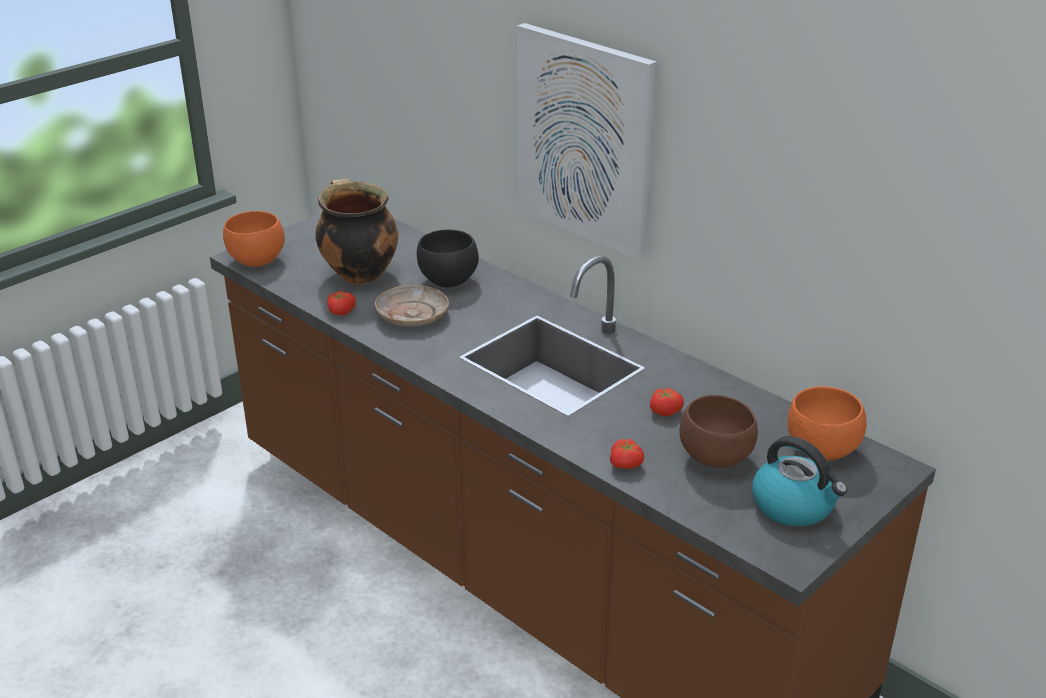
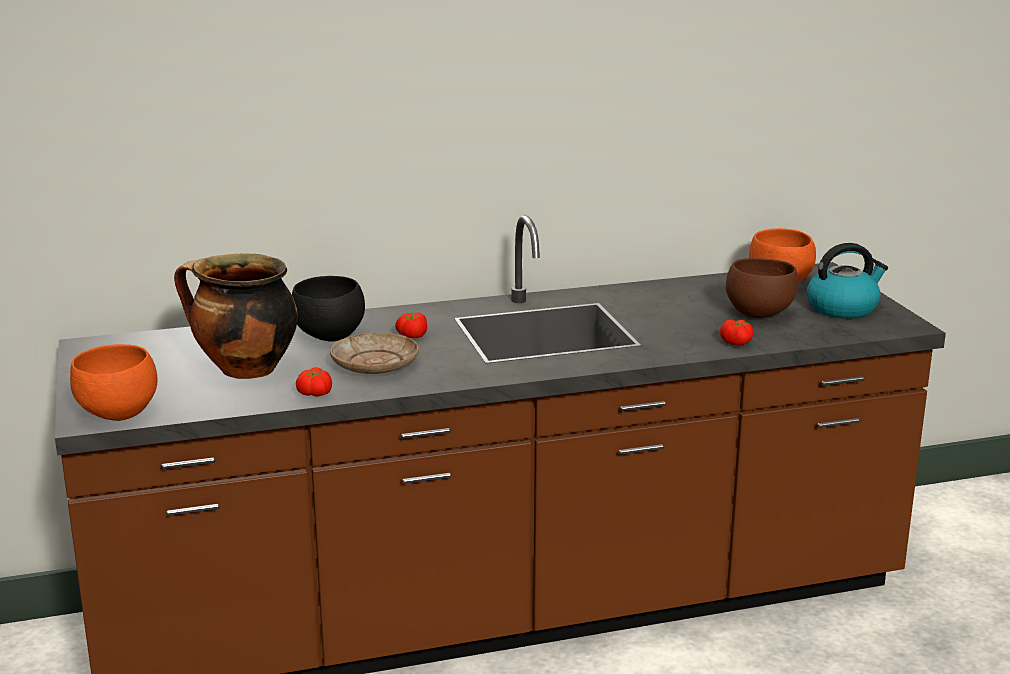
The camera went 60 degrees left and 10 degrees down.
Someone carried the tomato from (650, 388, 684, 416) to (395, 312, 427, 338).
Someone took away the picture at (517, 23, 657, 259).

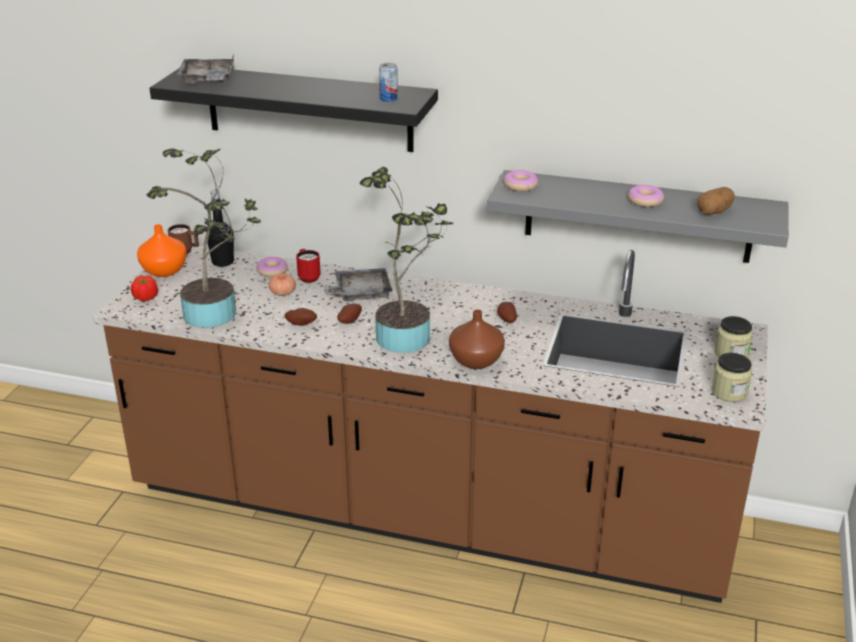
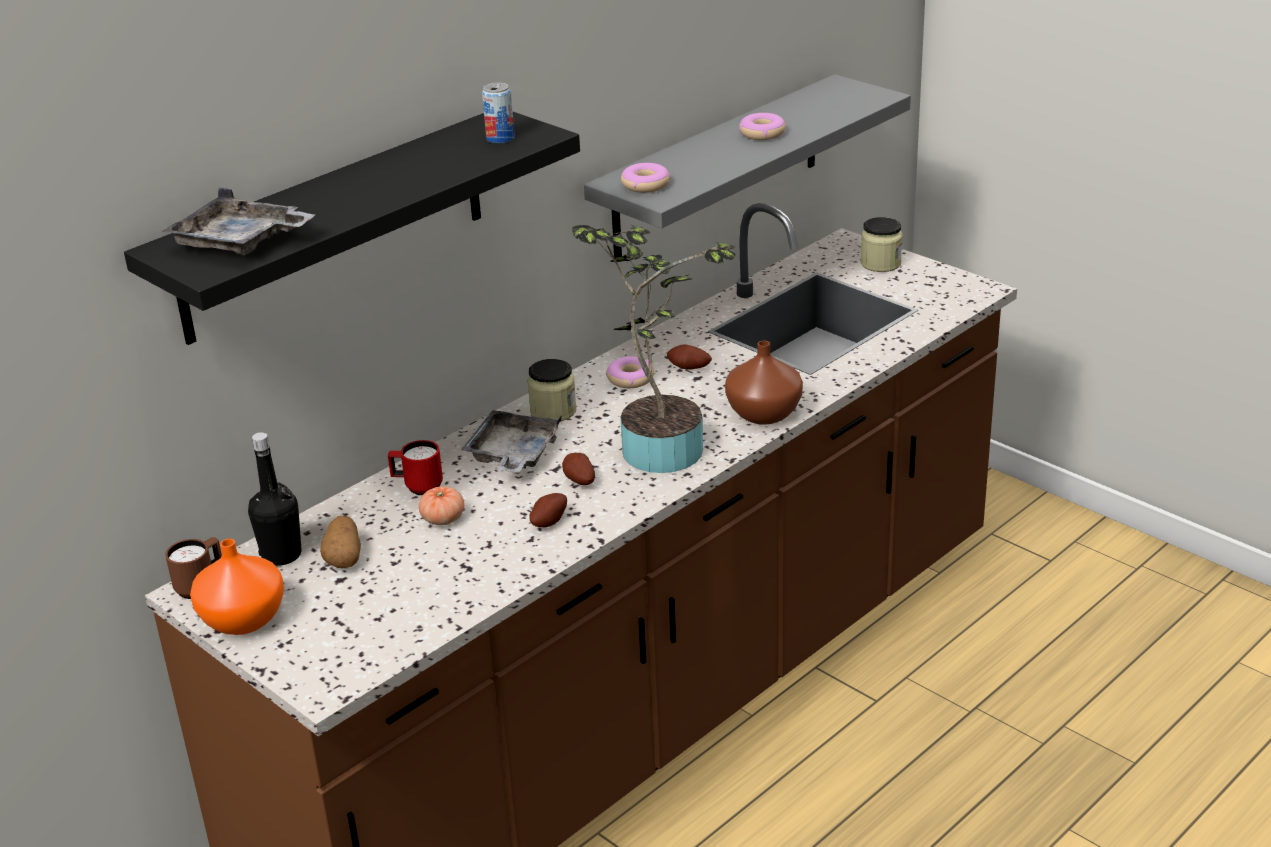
The camera went 60 degrees left and 0 degrees up.
Someone carried the potato from (697, 187, 734, 215) to (320, 516, 361, 568).
Someone carried the jar from (712, 353, 752, 402) to (528, 359, 576, 421).
Someone carried the donut from (256, 257, 288, 277) to (606, 356, 654, 388).
Someone took away the tomato at (131, 275, 158, 302).
Someone took away the potted plant at (147, 148, 261, 328).

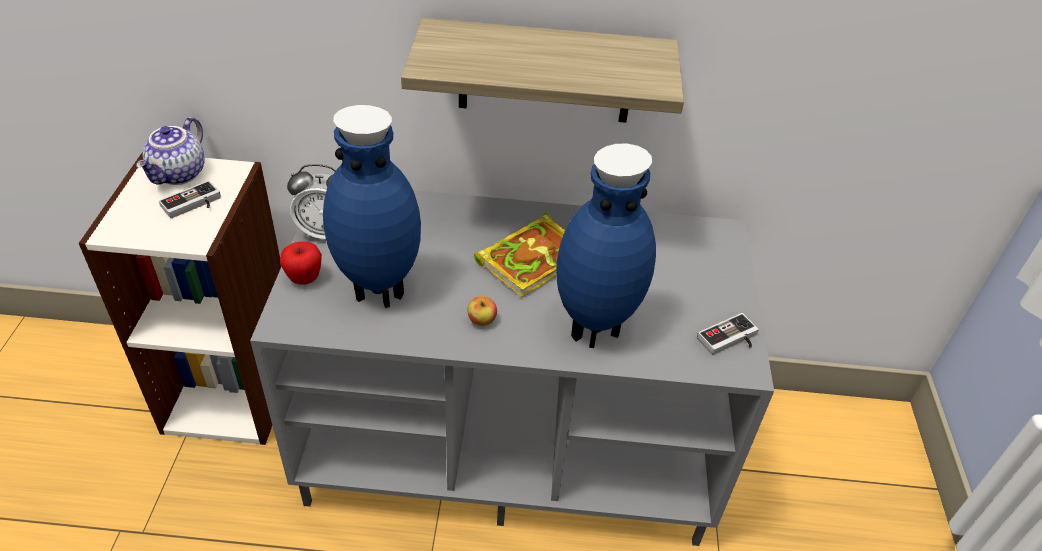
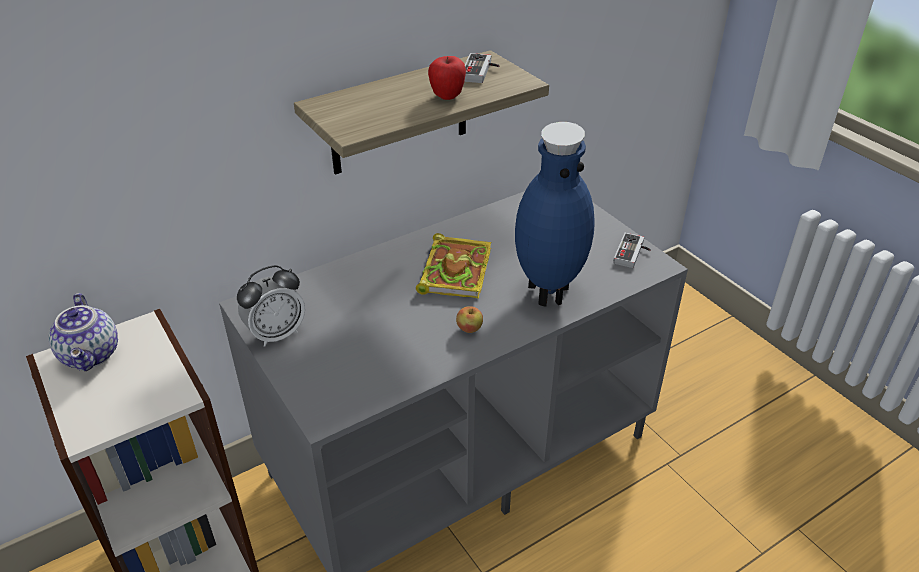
The camera went 35 degrees left and 5 degrees down.
Someone carried the apple from (280, 241, 322, 285) to (428, 56, 466, 100).
Someone carried the game controller from (159, 181, 221, 218) to (464, 53, 499, 83).
Someone took away the vase (blue) at (323, 105, 421, 308).

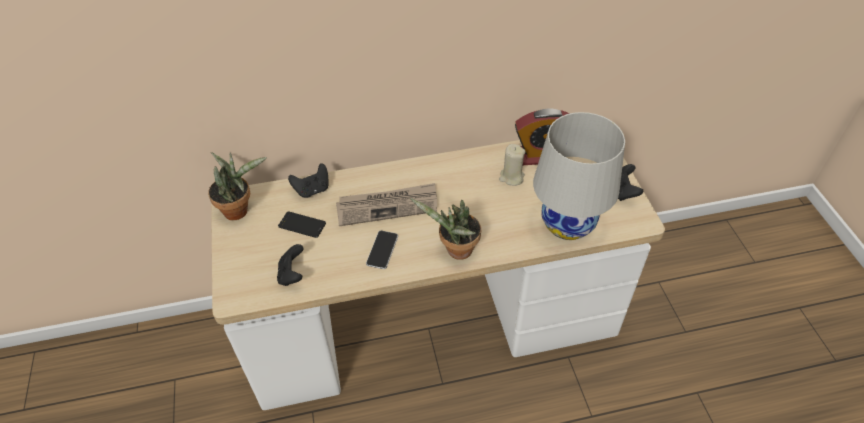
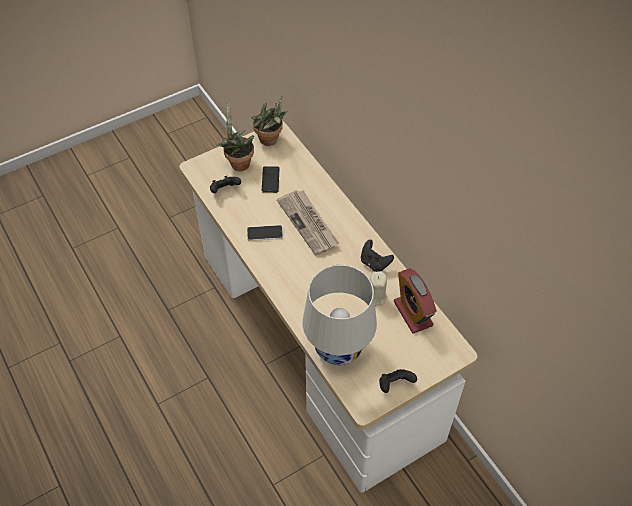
The camera went 70 degrees right and 5 degrees up.
Someone carried the potted plant from (410, 198, 481, 260) to (216, 101, 254, 171).
Someone carried the game controller (black) from (288, 163, 329, 198) to (361, 240, 394, 272).

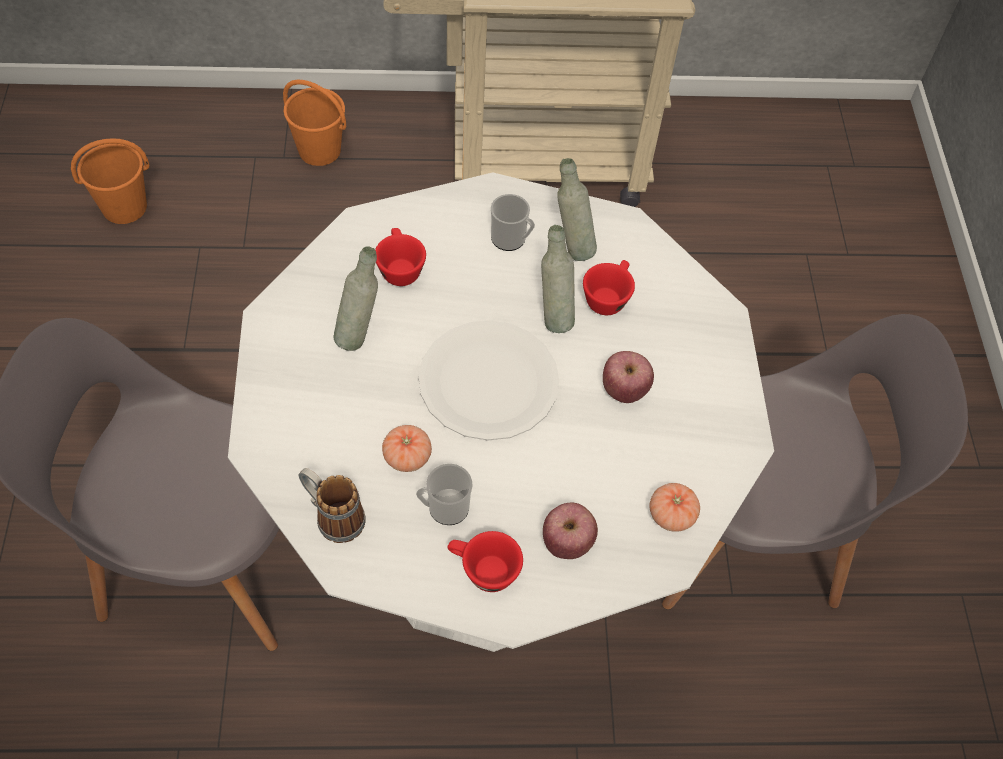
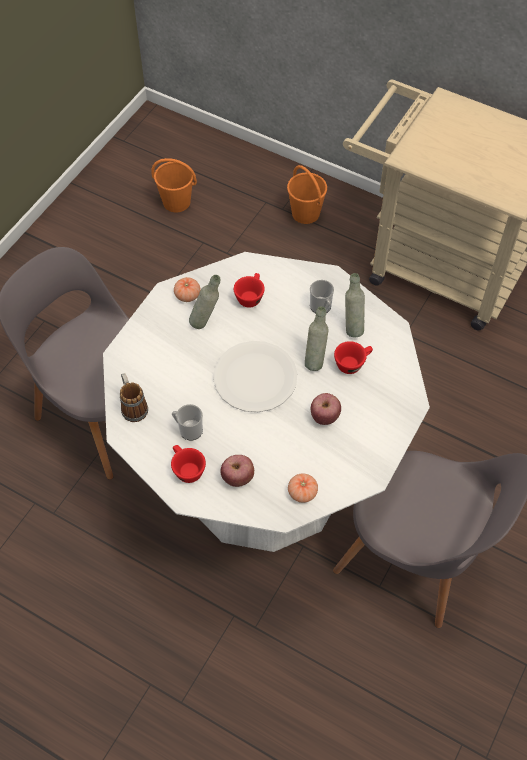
The camera went 35 degrees right and 0 degrees up.
Someone carried the tomato from (382, 425, 432, 472) to (174, 277, 201, 302).

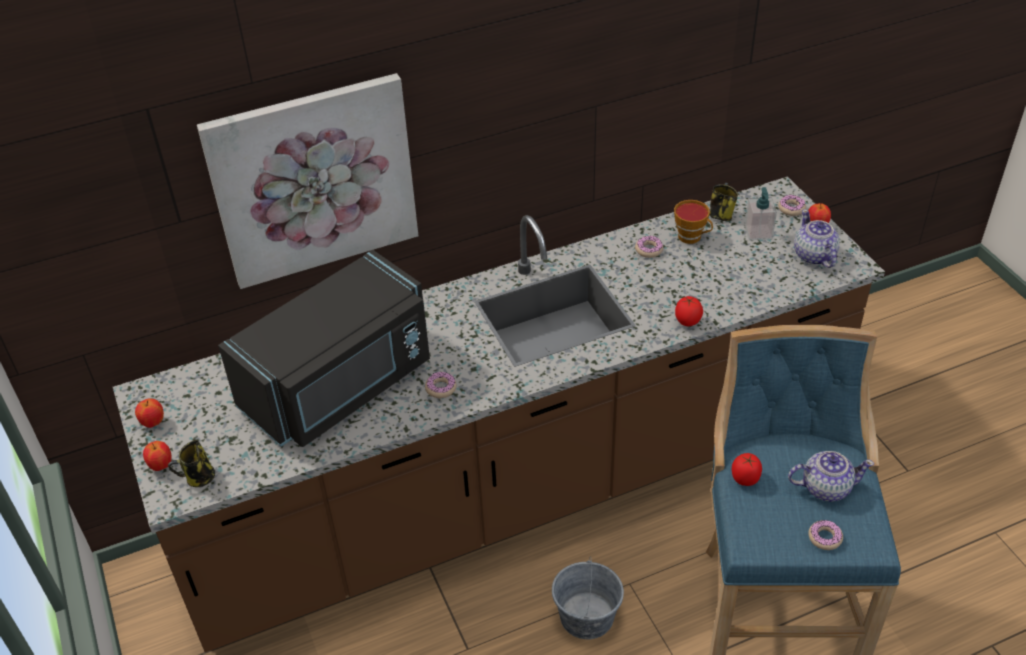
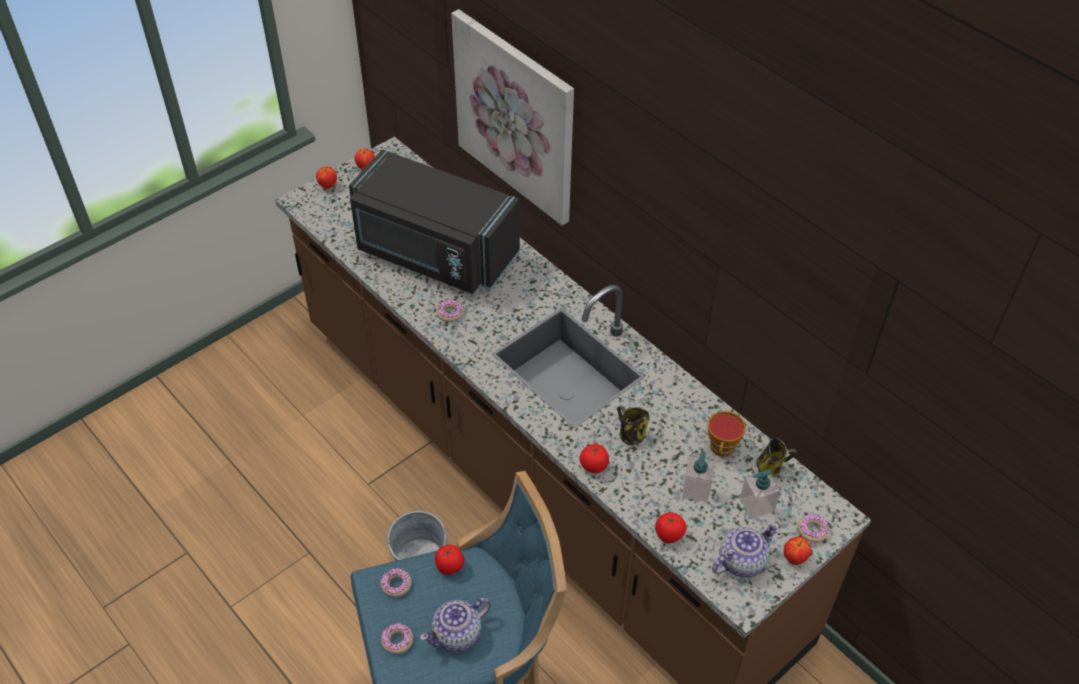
The camera went 70 degrees right and 5 degrees up.
Someone carried the donut from (635, 236, 663, 258) to (380, 568, 412, 597).
Someone rotated the teapot at (788, 451, 874, 502) by 75 degrees clockwise.
Someone carried the mug from (168, 440, 215, 487) to (617, 406, 650, 445).
Someone put down the tomato at (655, 512, 687, 544).
Someone put down the soap dispenser at (682, 451, 715, 502).

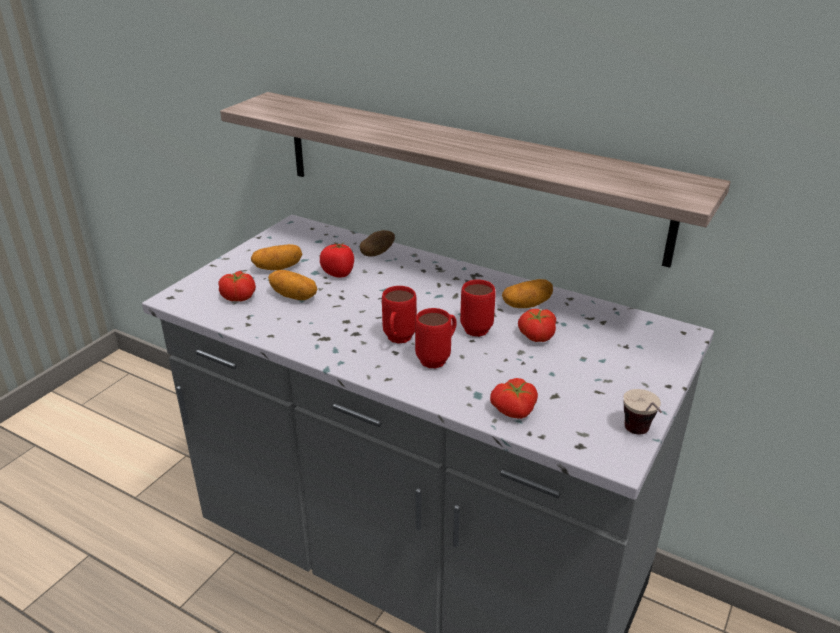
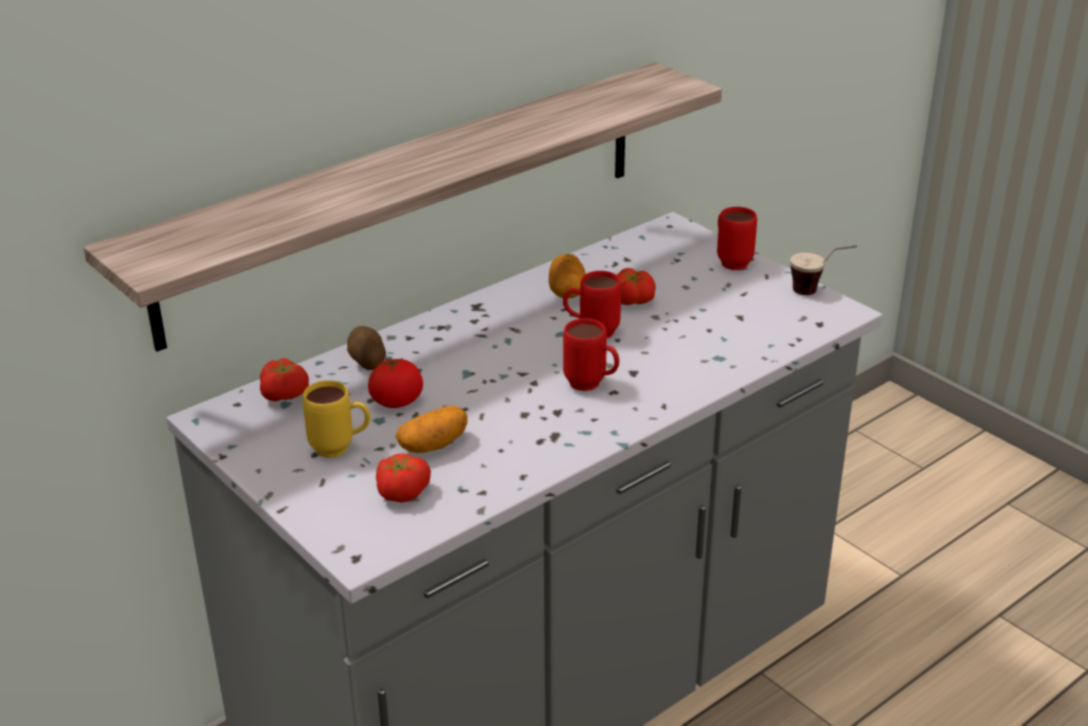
The camera went 70 degrees left and 0 degrees up.
Someone carried the tomato from (490, 378, 538, 419) to (260, 358, 309, 401).
Someone swapped the potato at (251, 244, 302, 270) for the mug (yellow) at (303, 380, 370, 458).
Someone carried the mug (red) from (415, 308, 457, 368) to (717, 207, 757, 270).

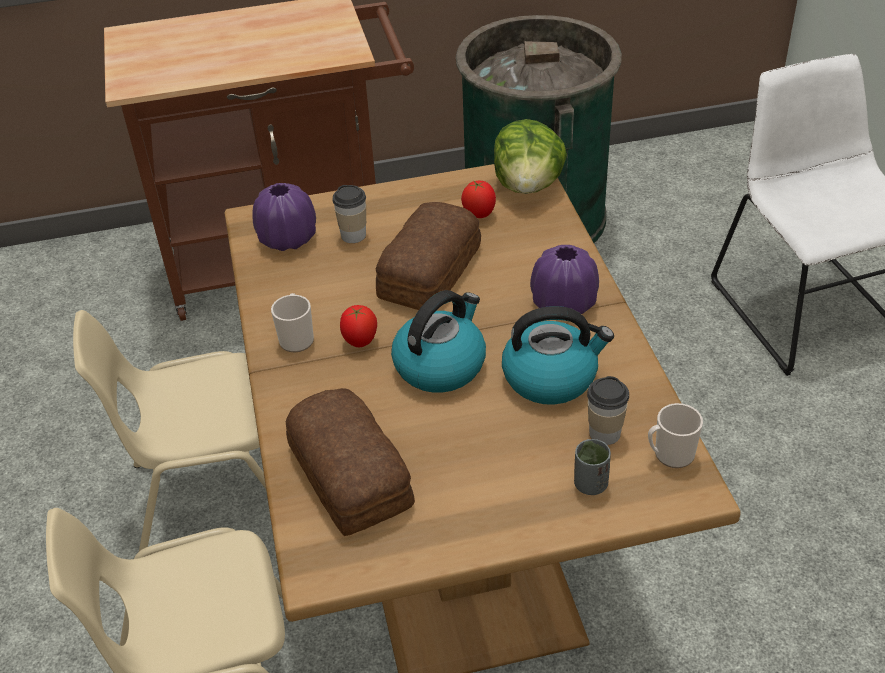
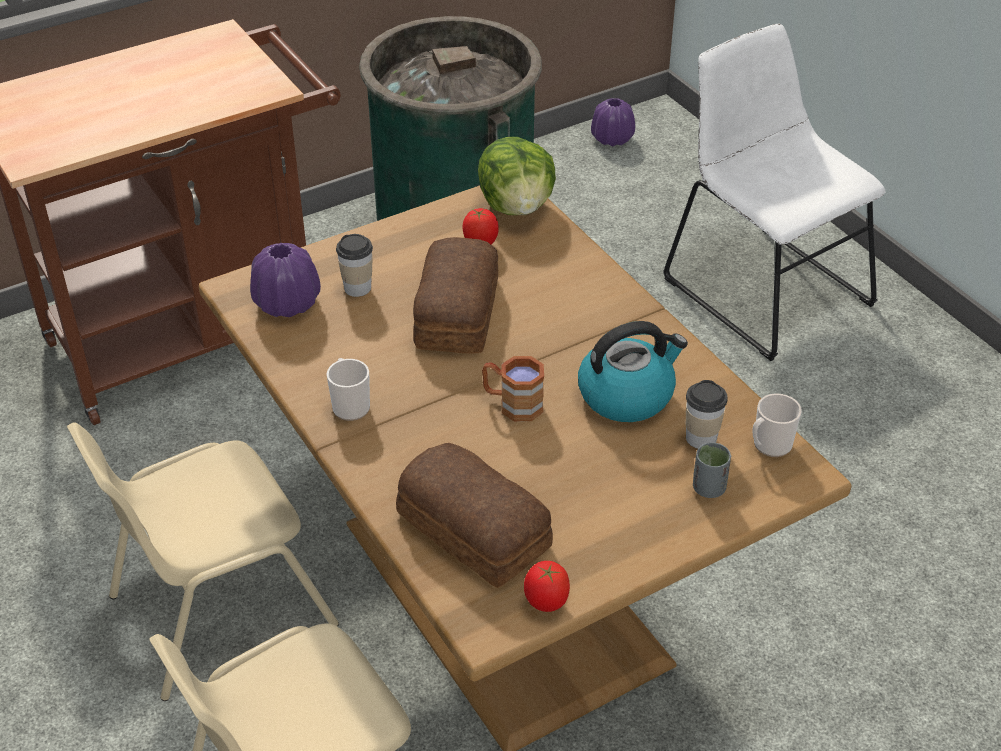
The camera went 20 degrees left and 0 degrees up.
Someone swapped the kettle at (391, 290, 486, 393) for the mug (brown) at (482, 356, 544, 421).
Someone carried the tomato from (340, 305, 377, 347) to (524, 561, 570, 612).
Someone carried the vase (purple) from (530, 245, 599, 314) to (591, 98, 635, 147).

